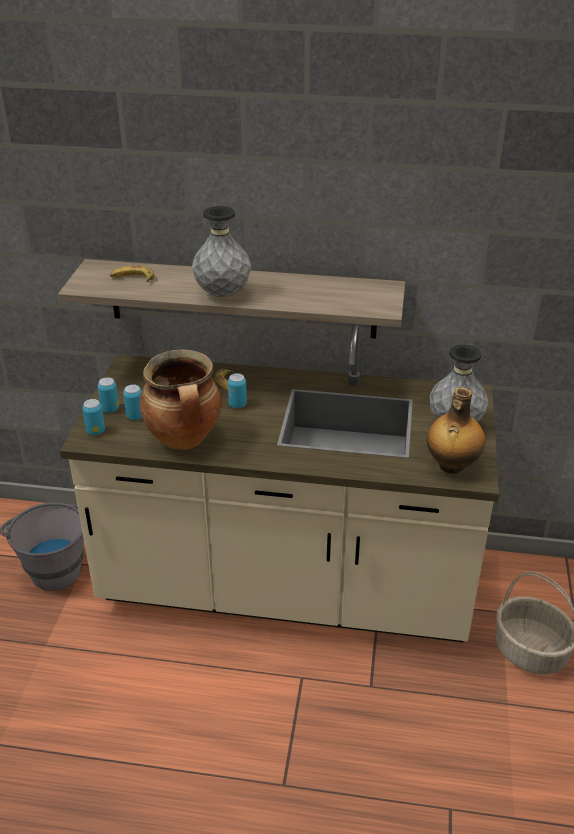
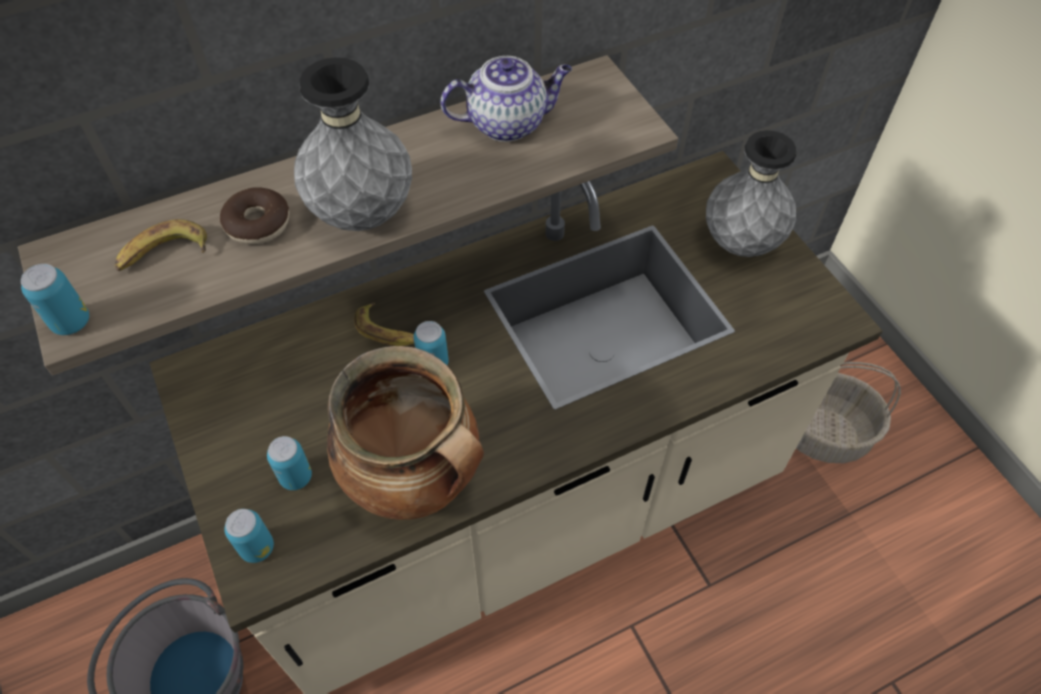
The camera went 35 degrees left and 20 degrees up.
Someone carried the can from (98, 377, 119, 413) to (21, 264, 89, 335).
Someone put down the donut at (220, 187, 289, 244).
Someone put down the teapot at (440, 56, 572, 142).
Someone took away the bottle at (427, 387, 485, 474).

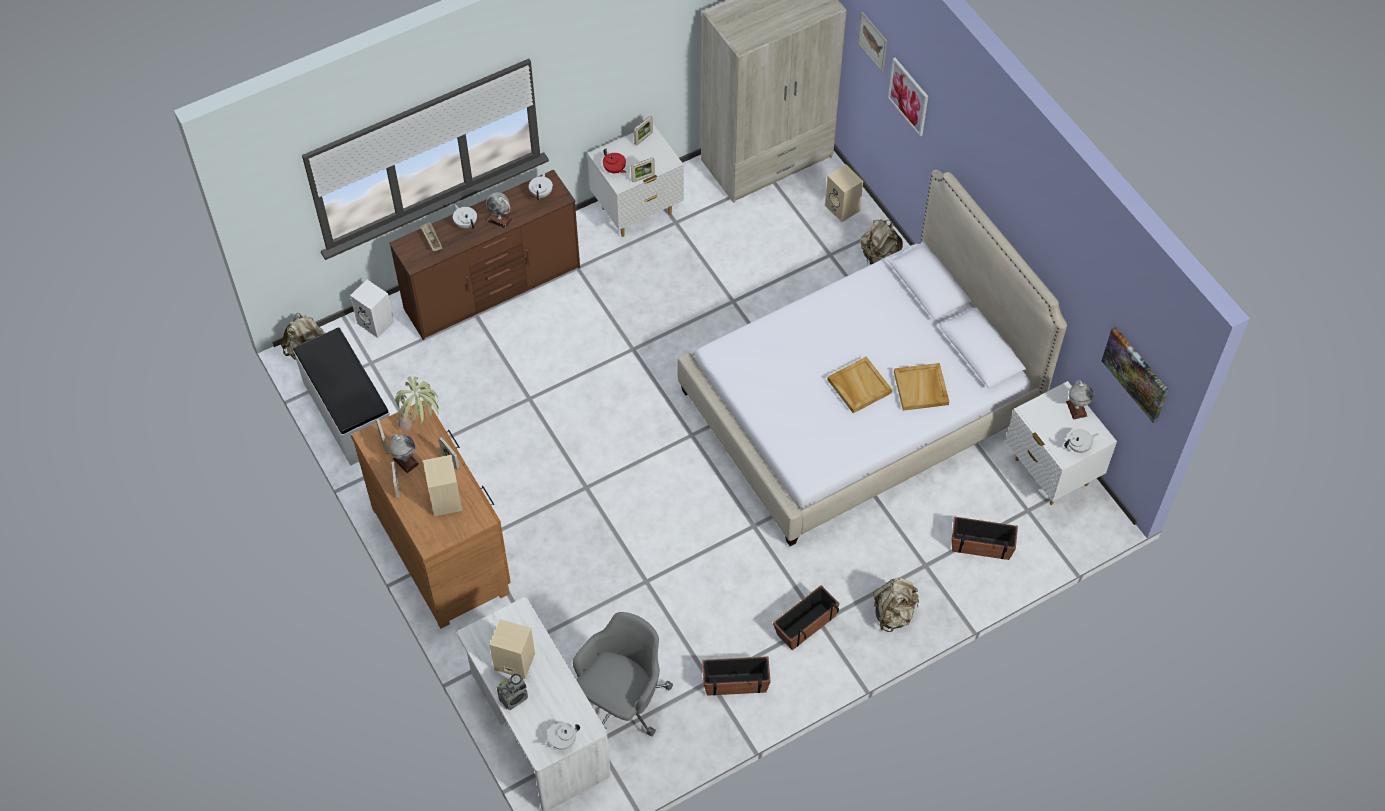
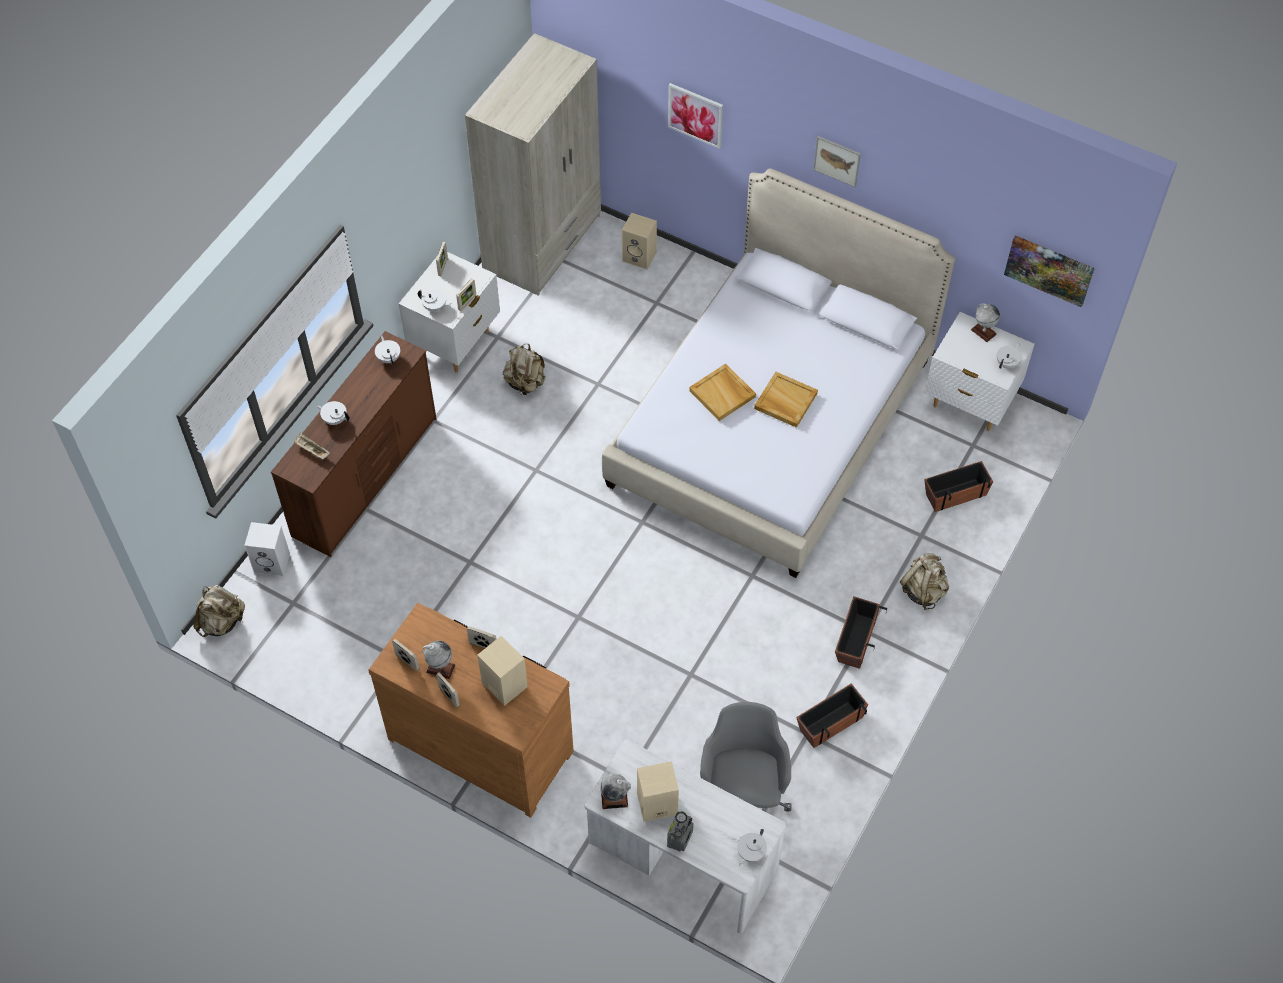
The camera went 30 degrees left and 0 degrees up.
Someone repainted the teapot (red) at (603, 149, 626, 173), which became the teapot (white) at (418, 290, 452, 312).
Someone carried the backpack (beige) from (860, 219, 903, 265) to (503, 344, 545, 395).
Someone carried the globe from (486, 192, 513, 229) to (600, 773, 631, 809).
Someone carried the tray (beige) from (894, 363, 949, 411) to (689, 364, 756, 421).
Someone carried the picture from (858, 12, 887, 72) to (813, 136, 861, 187).
Someone took away the bench (white) at (293, 327, 390, 466).
Someone took away the potted plant at (395, 376, 439, 430).

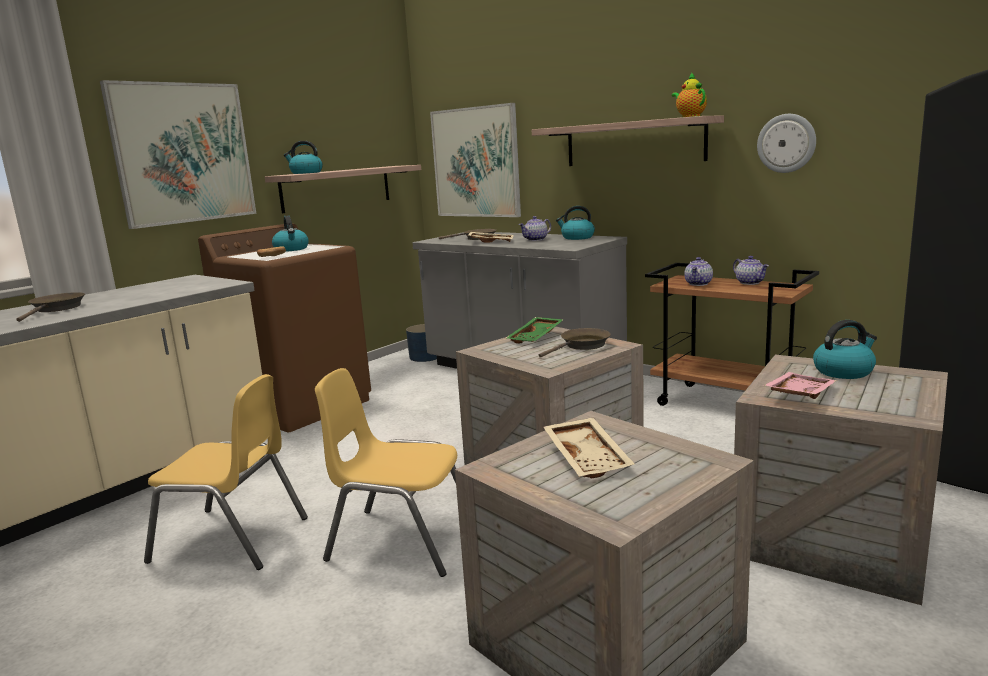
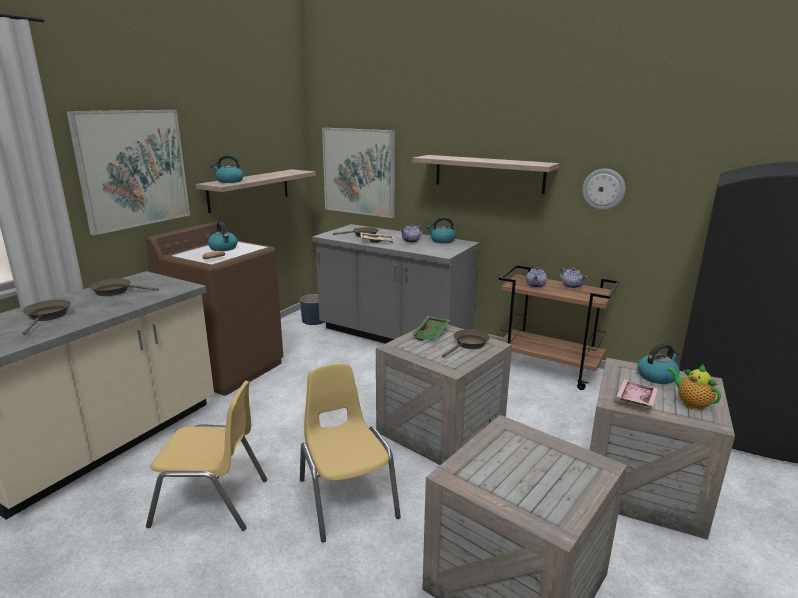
The camera went 10 degrees left and 5 degrees up.
Someone put down the frying pan (brown) at (90, 279, 159, 296).
Someone rotated the chair (yellow) at (315, 368, 457, 577) by 60 degrees clockwise.
Someone carried the teapot from (672, 72, 707, 117) to (667, 364, 721, 410).
Someone took away the tray (beige) at (543, 418, 635, 478).

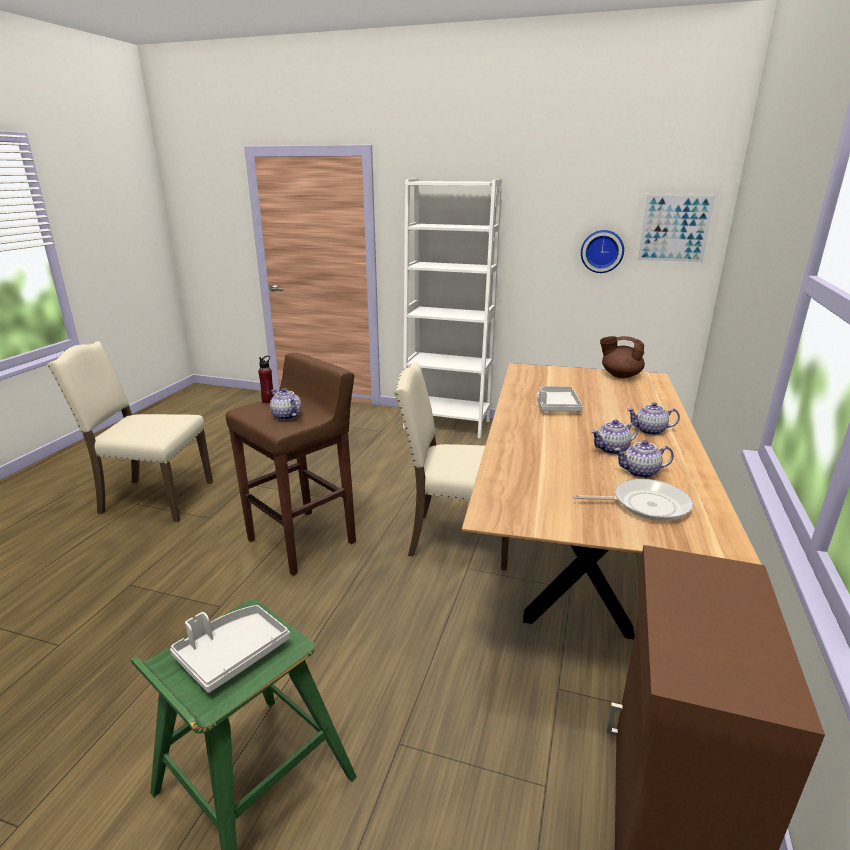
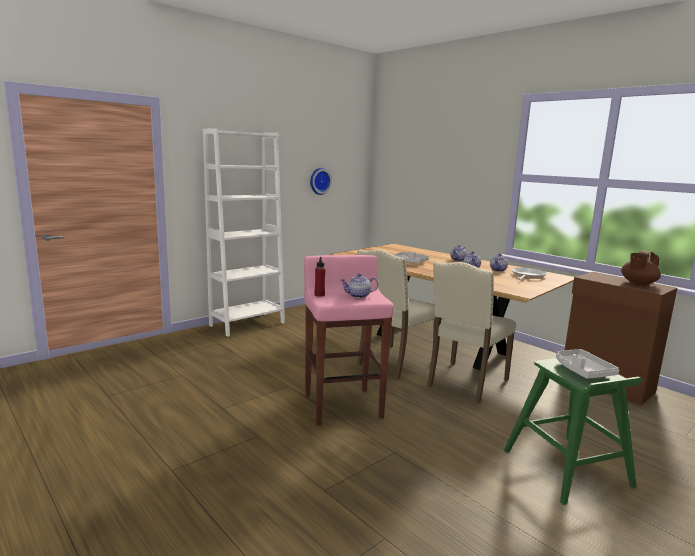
The camera went 60 degrees left and 10 degrees down.
Someone repainted the stool (brown) at (226, 353, 356, 576), which became the stool (pink) at (304, 255, 394, 425).
Someone carried the chair (beige) from (47, 341, 213, 522) to (427, 262, 516, 403).
Someone carried the teapot (brown) from (600, 336, 645, 378) to (621, 251, 661, 285).
Someone took away the picture at (635, 193, 718, 265).

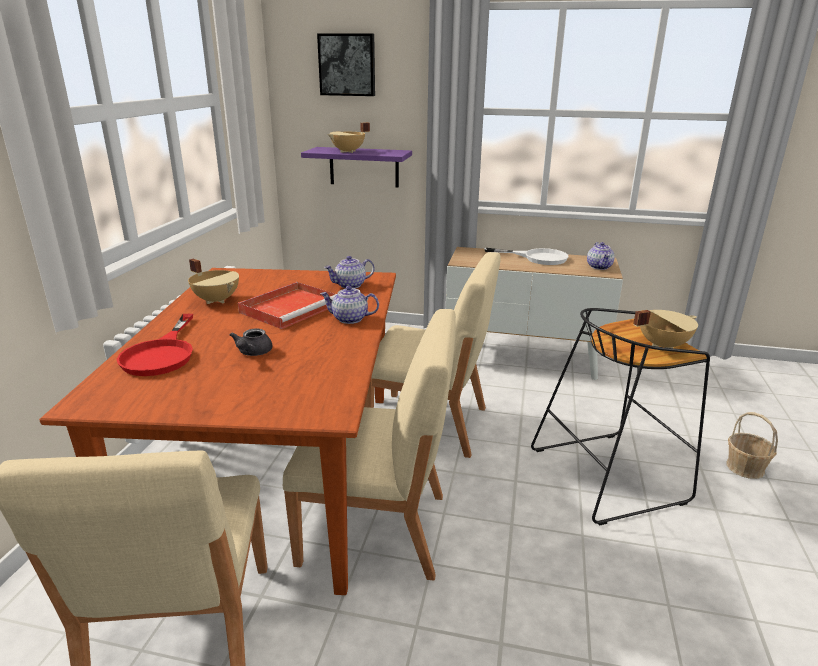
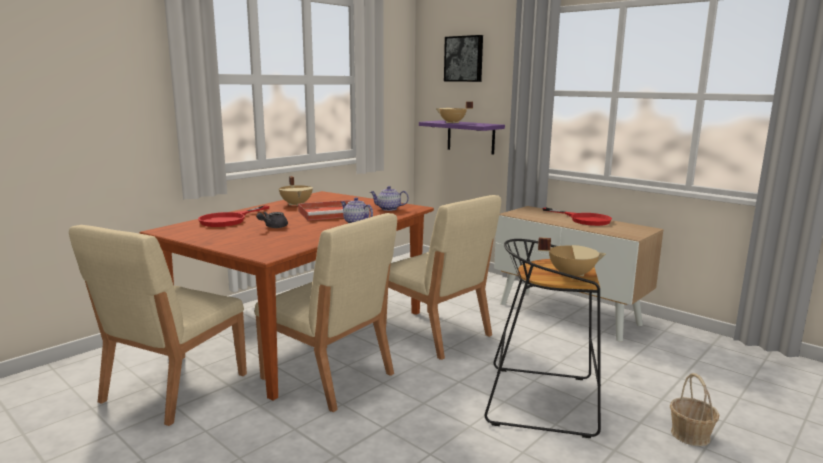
The camera went 30 degrees right and 10 degrees down.
Someone repainted the frying pan (white) at (484, 248, 569, 265), which became the frying pan (red) at (542, 208, 612, 226).
Someone took away the teapot at (587, 242, 614, 270).

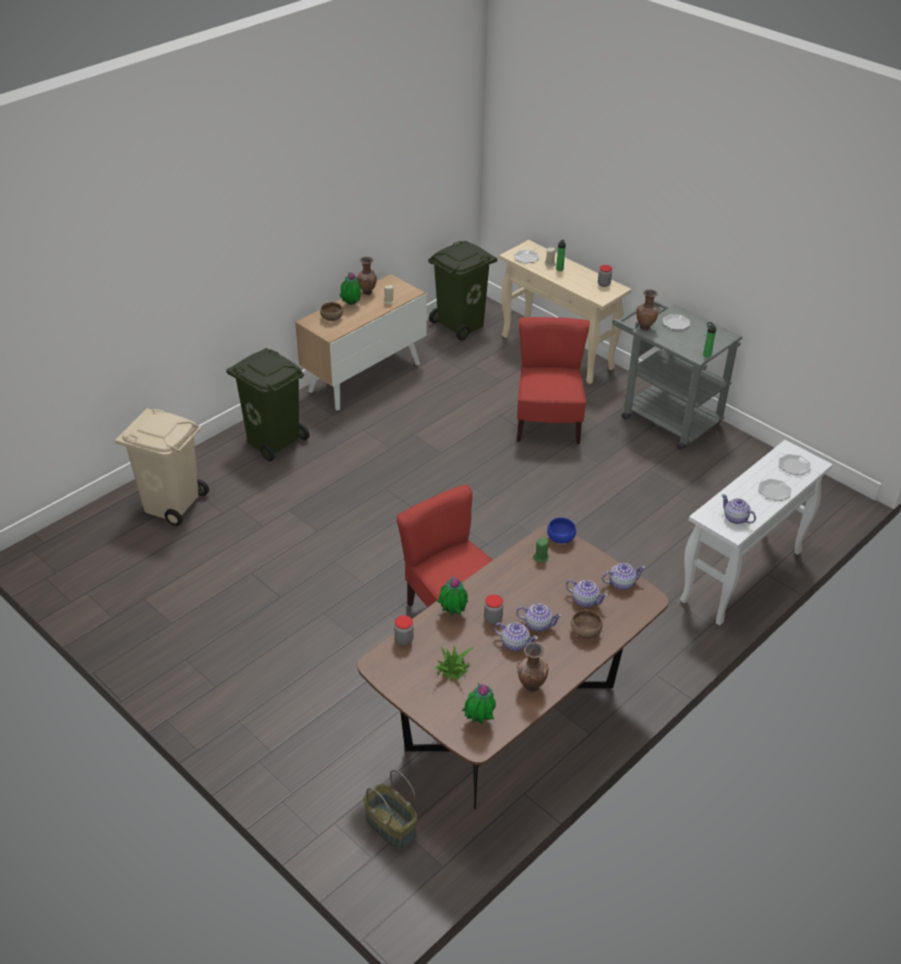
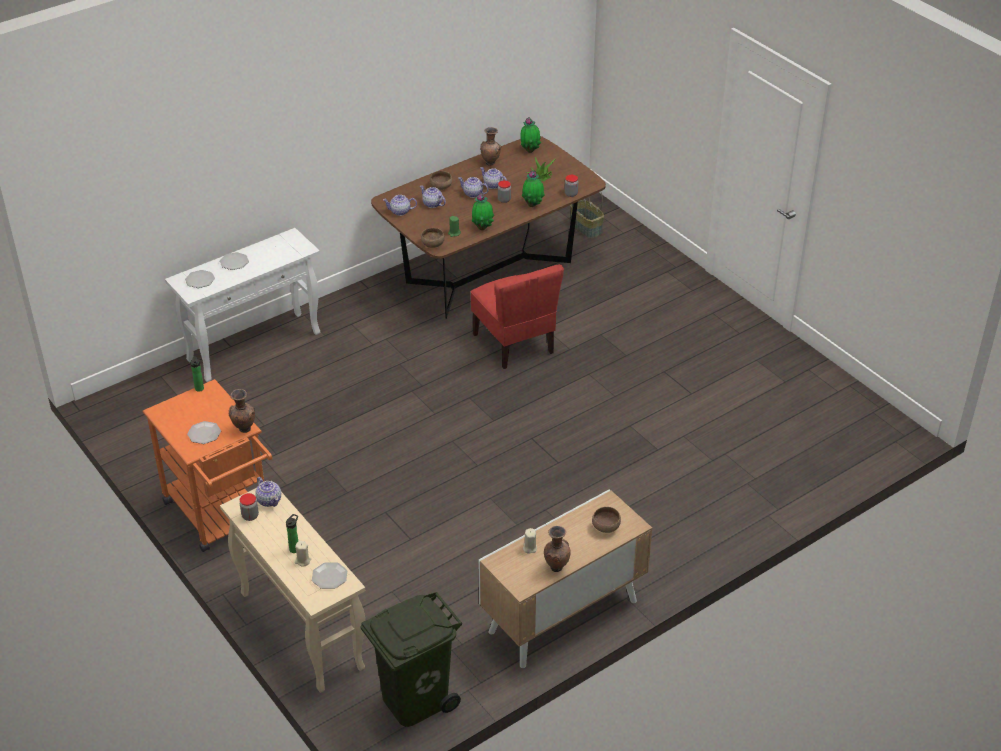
The camera went 170 degrees left and 0 degrees up.
Someone repainted the cart (grey) at (612, 300, 742, 450), which became the cart (orange) at (143, 379, 272, 552).
Someone carried the teapot from (722, 494, 756, 524) to (255, 477, 281, 507).
Someone repainted the bowl (blue) at (547, 517, 576, 543), which became the bowl (brown) at (421, 228, 445, 248).
Someone carried the potted plant from (340, 272, 361, 305) to (472, 193, 494, 230).
Someone took away the trash can (beige) at (115, 409, 209, 526).
Someone took away the trash can (green) at (226, 348, 310, 462).
Someone took away the chair (red) at (517, 317, 590, 444).

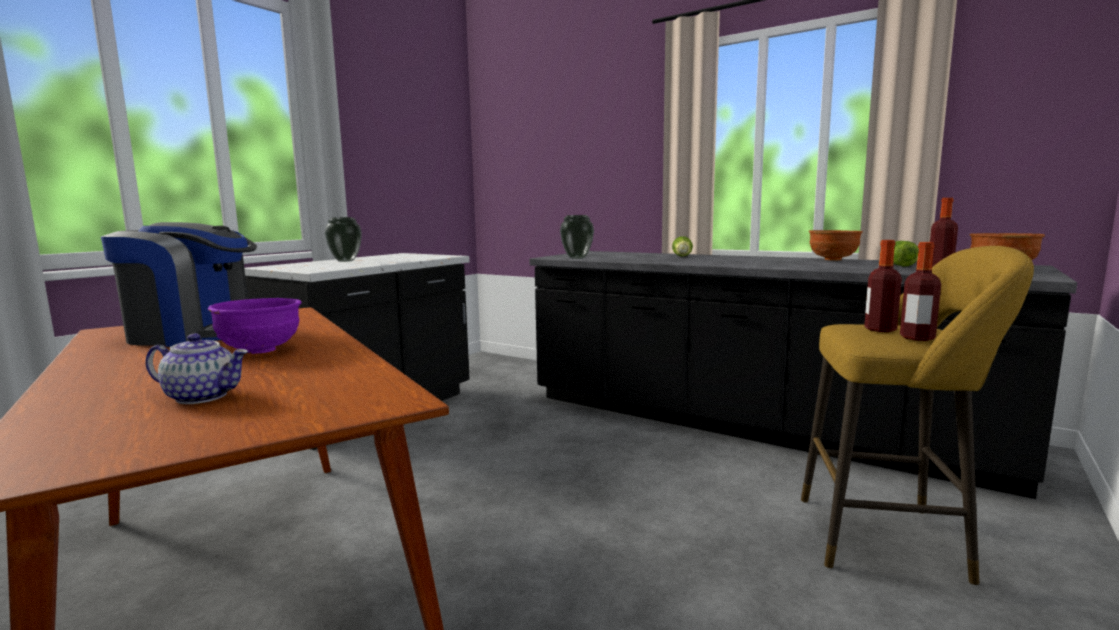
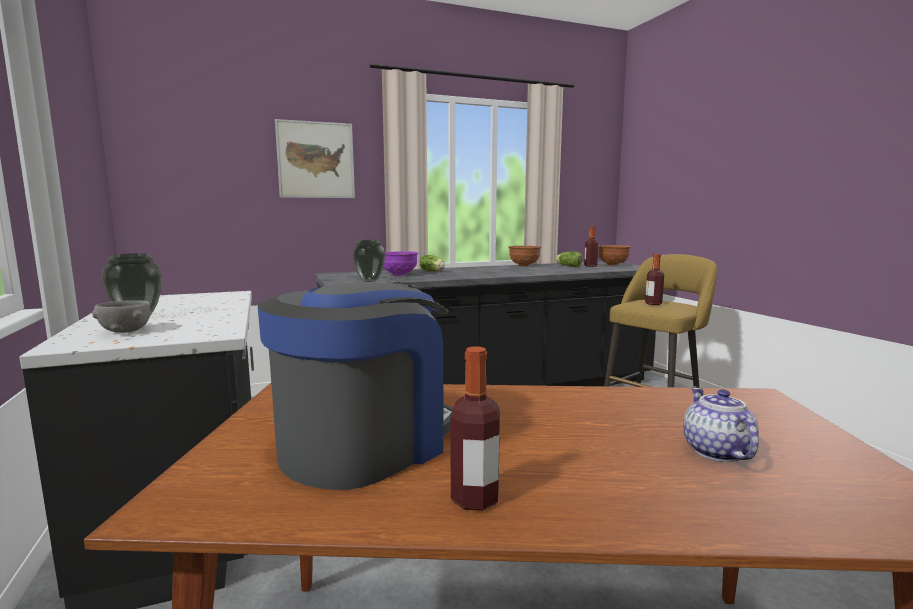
The camera went 55 degrees left and 0 degrees up.
Someone put down the bowl (grey) at (92, 300, 151, 333).
Someone put up the picture at (275, 119, 355, 198).
Someone carried the bowl (purple) from (208, 298, 301, 354) to (384, 251, 418, 276).
Someone carried the bottle from (900, 242, 941, 341) to (451, 346, 500, 511).
Someone rotated the teapot at (146, 333, 248, 404) by 45 degrees counterclockwise.

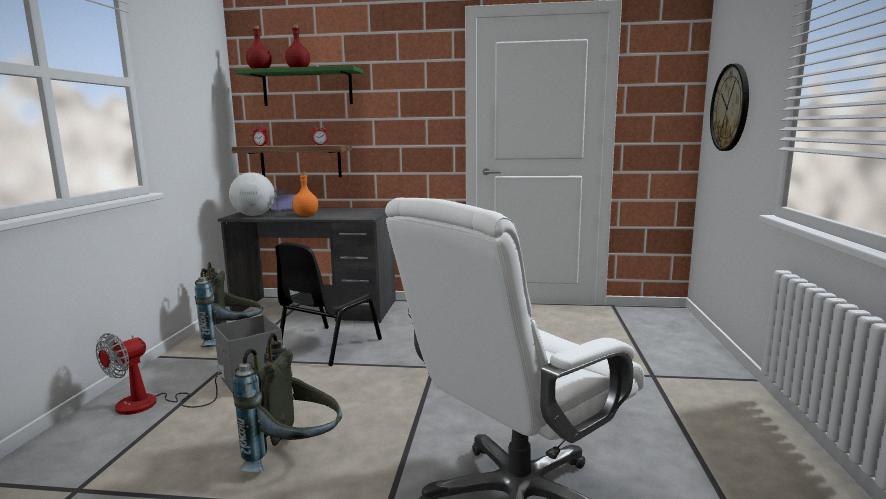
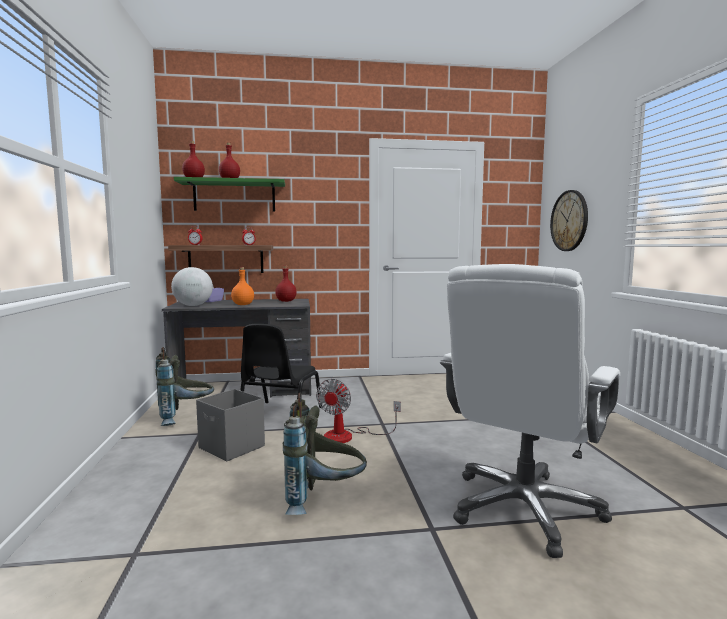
The camera went 15 degrees left and 5 degrees down.
Someone put down the bottle (red) at (275, 266, 297, 302).
Someone carried the fan from (96, 333, 225, 415) to (316, 379, 401, 443).

